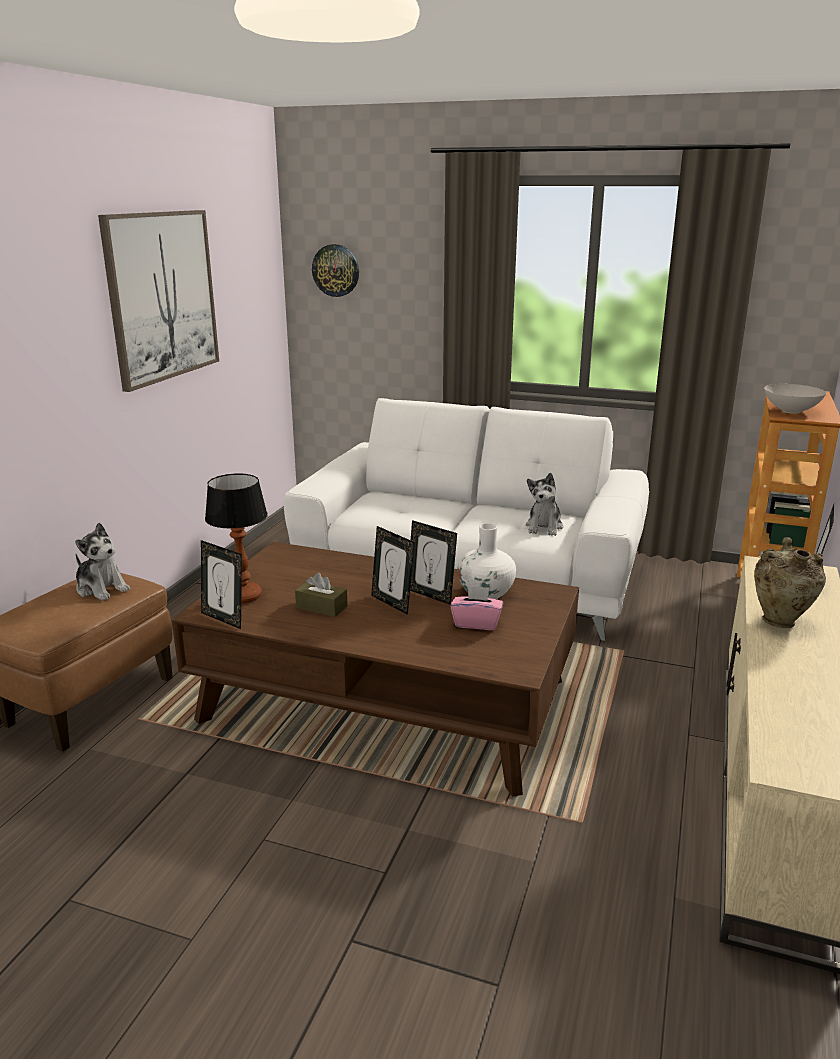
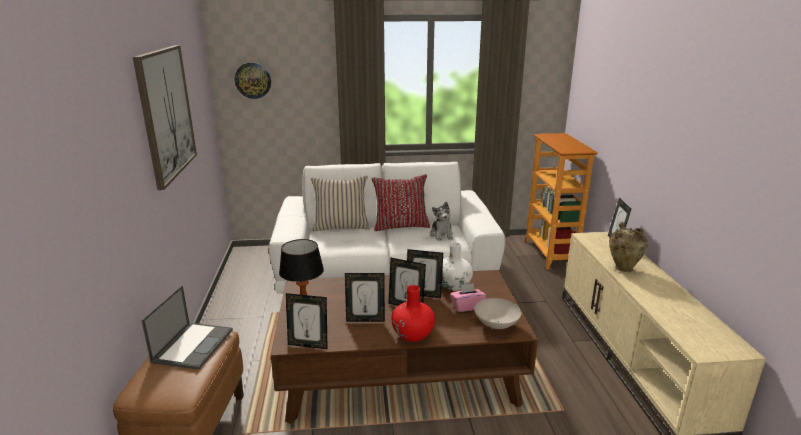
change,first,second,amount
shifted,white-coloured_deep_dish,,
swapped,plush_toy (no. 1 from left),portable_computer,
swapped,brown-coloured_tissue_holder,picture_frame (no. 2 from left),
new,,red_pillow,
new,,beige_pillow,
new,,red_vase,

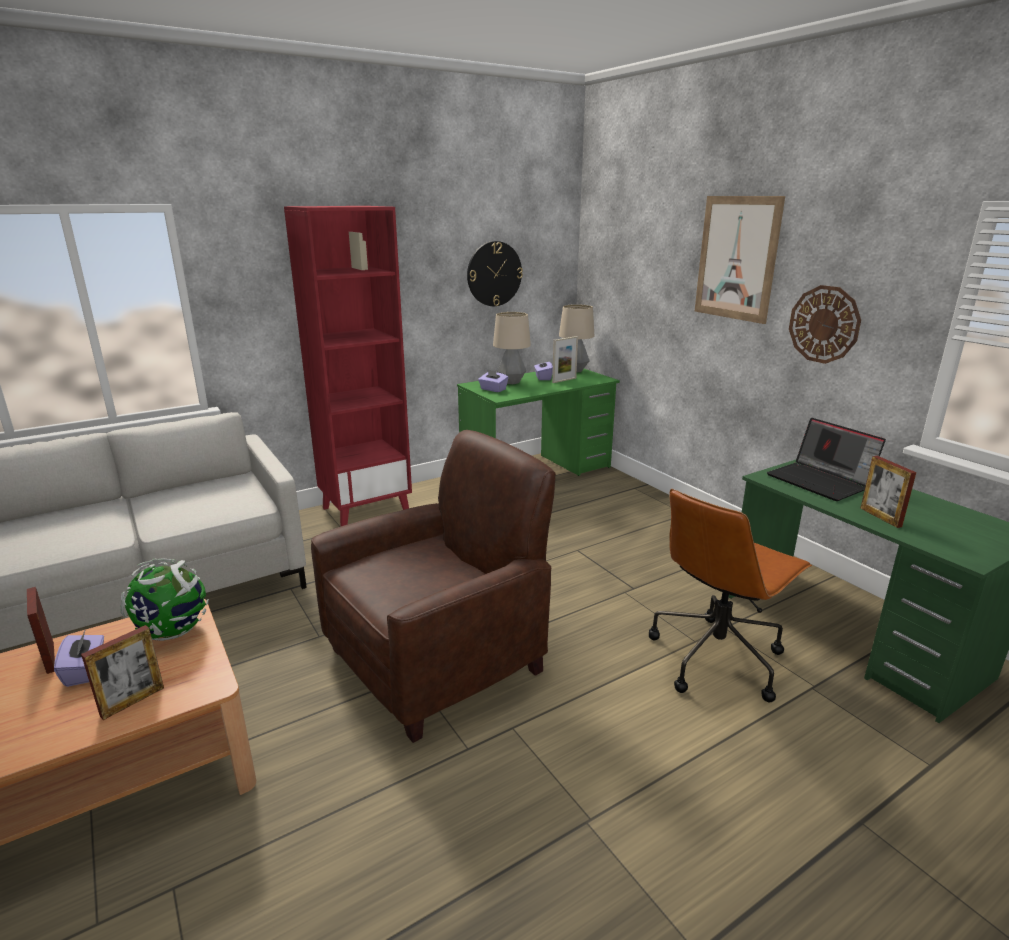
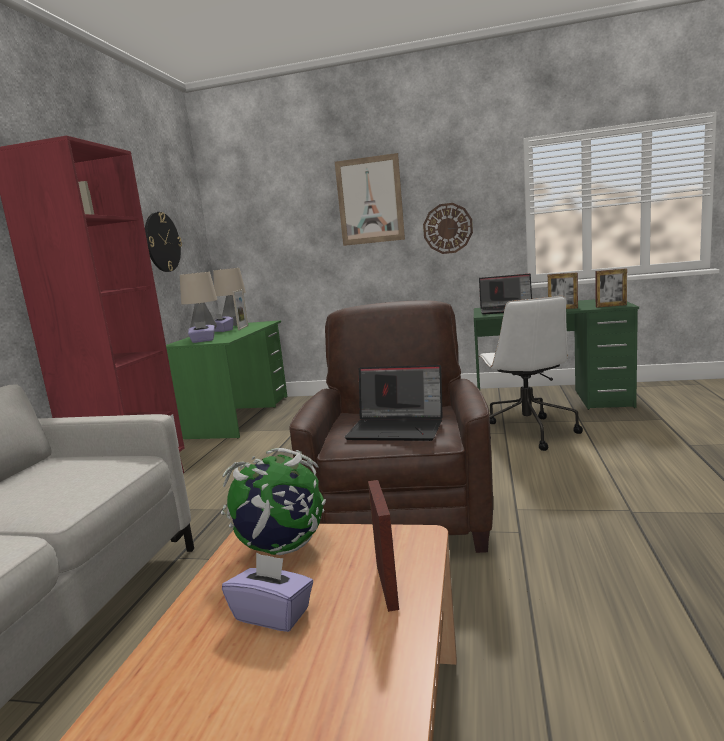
change,first,second,amount
repainted,brown-coloured_desk_chair,white-coloured_desk_chair,
shifted,picture_frame (no. 1 from left in the first image),picture_frame (no. 4 from left),
new,,portable_computer (no. 1 from left),

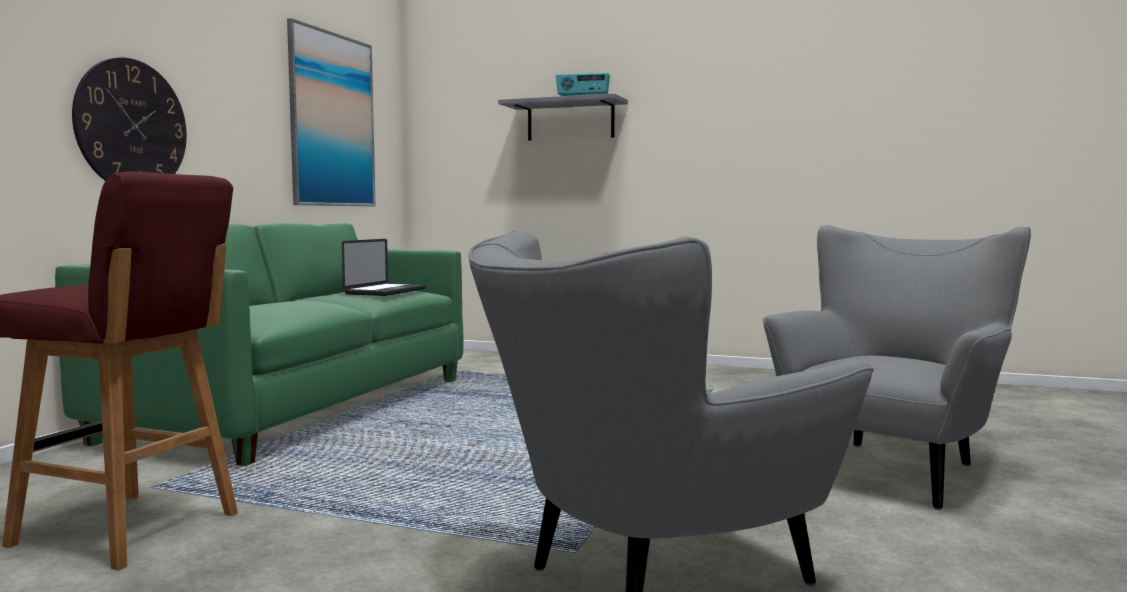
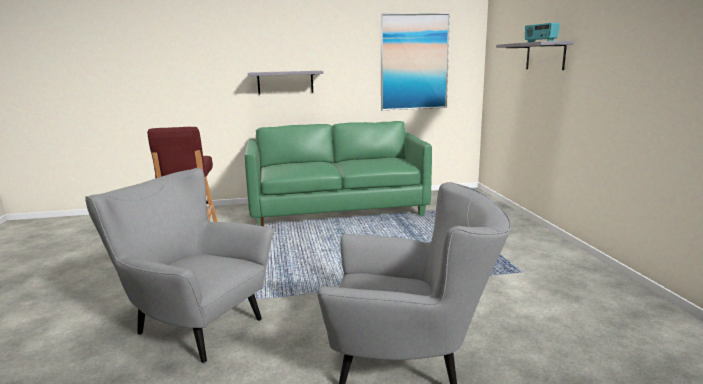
change,first,second,amount
swapped,clock_on_the_wall,gray_shelf (no. 1 from left),
gone,portable_computer,,

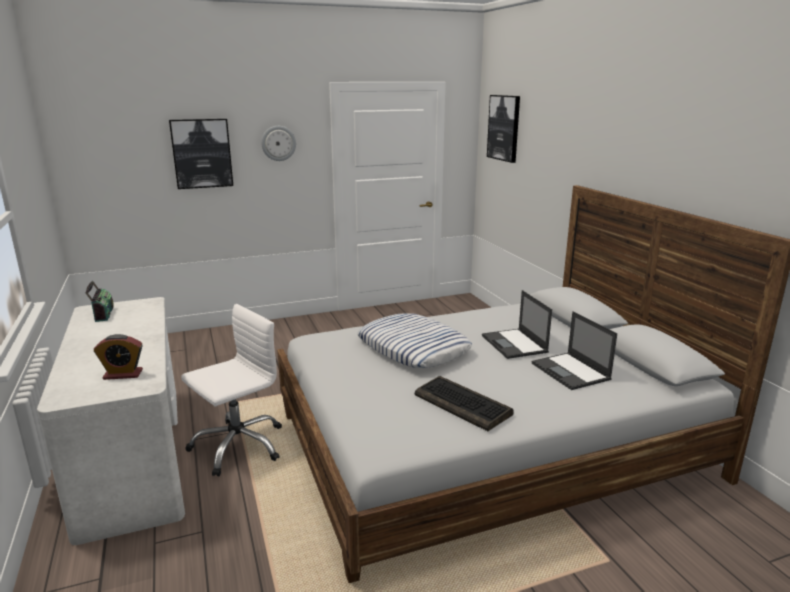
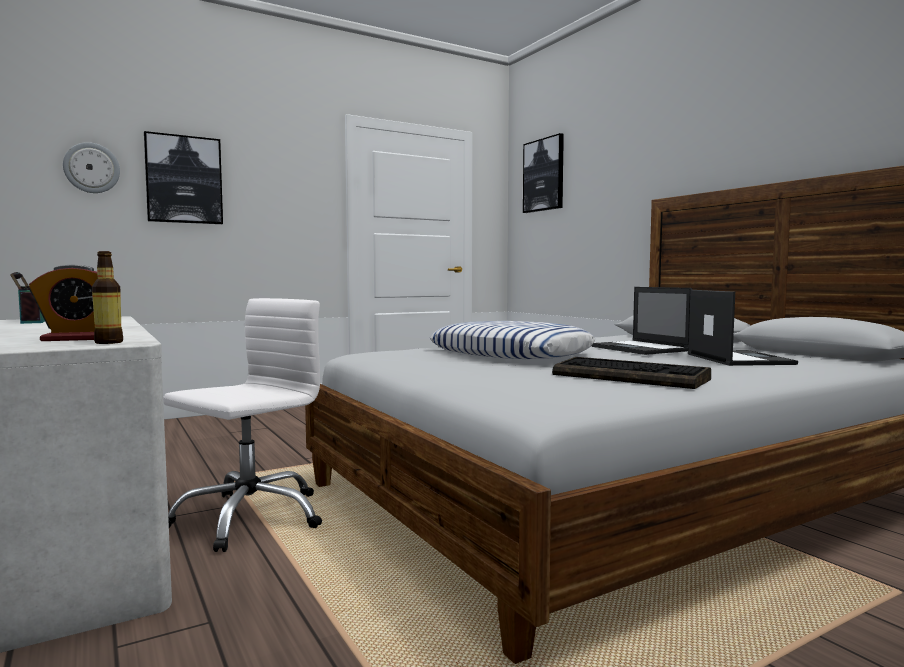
change,first,second,amount
shifted,clock_on_the_wall,,
rotated,portable_computer (no. 2 from left),,150 degrees counterclockwise
new,,beverage_bottle,

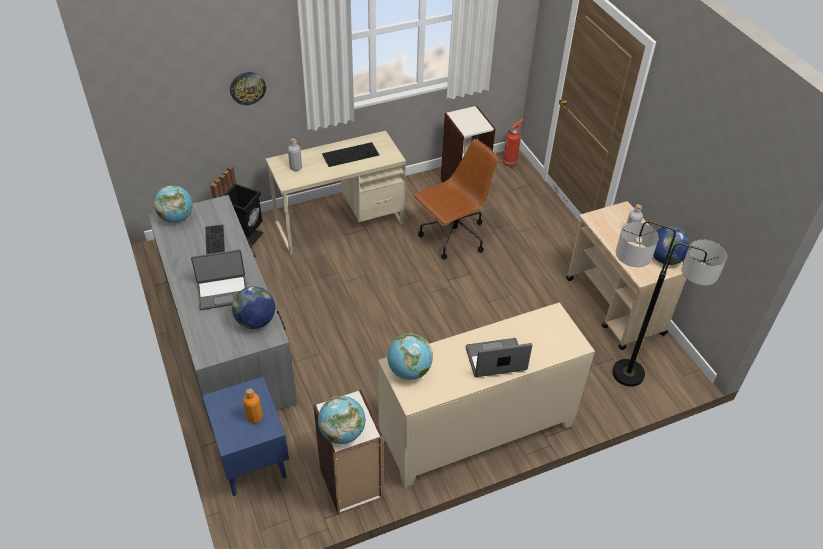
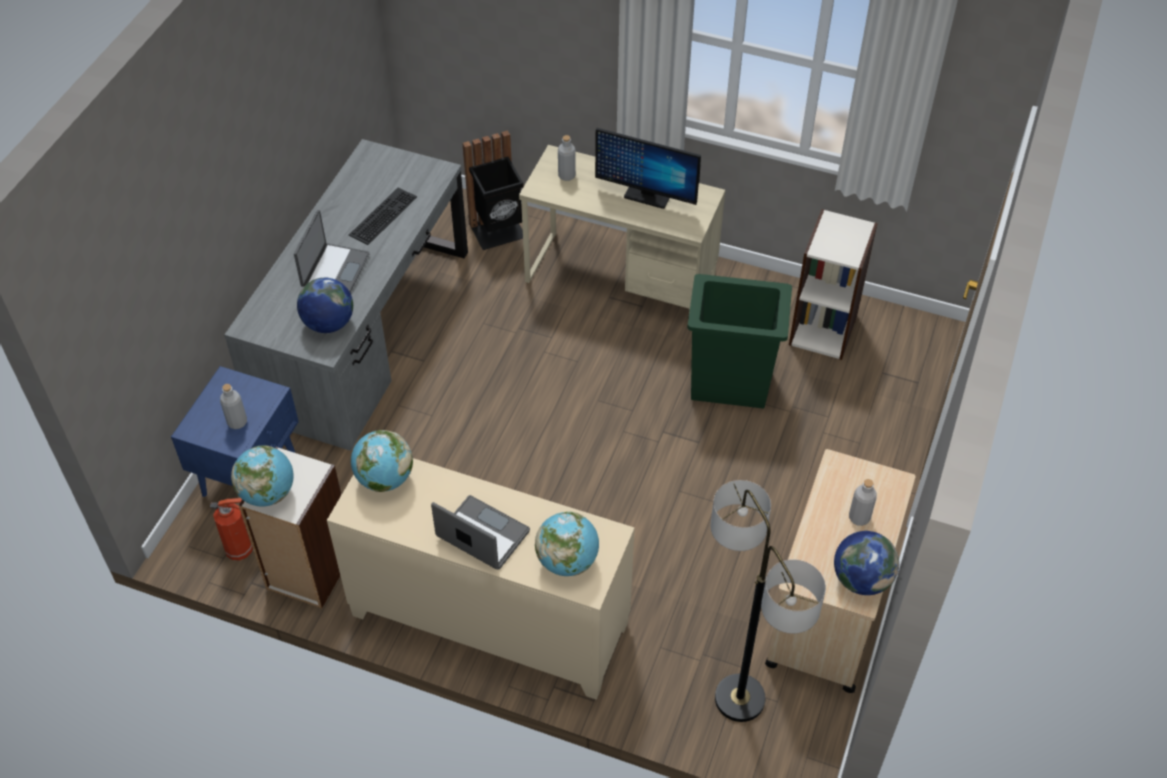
change,first,second,amount
gone,clock_on_the_wall,,
shifted,fire-fighting_cylinder,,
swapped,brown-coloured_desk_chair,greenish_rubbish_bin,
swapped,PC_keyboard (no. 2 from left),computer_display,
shifted,desk_globe (no. 1 from left in the first image),desk_globe (no. 4 from left),
rotated,portable_computer (no. 1 from left),,105 degrees counterclockwise
repainted,orangey_beverage_bottle,gray_beverage_bottle (no. 1 from left),

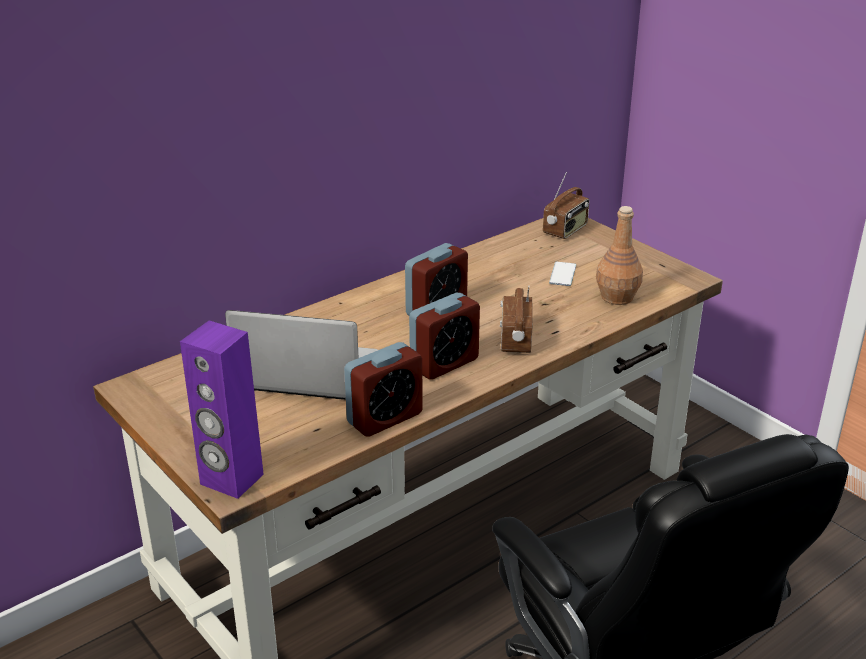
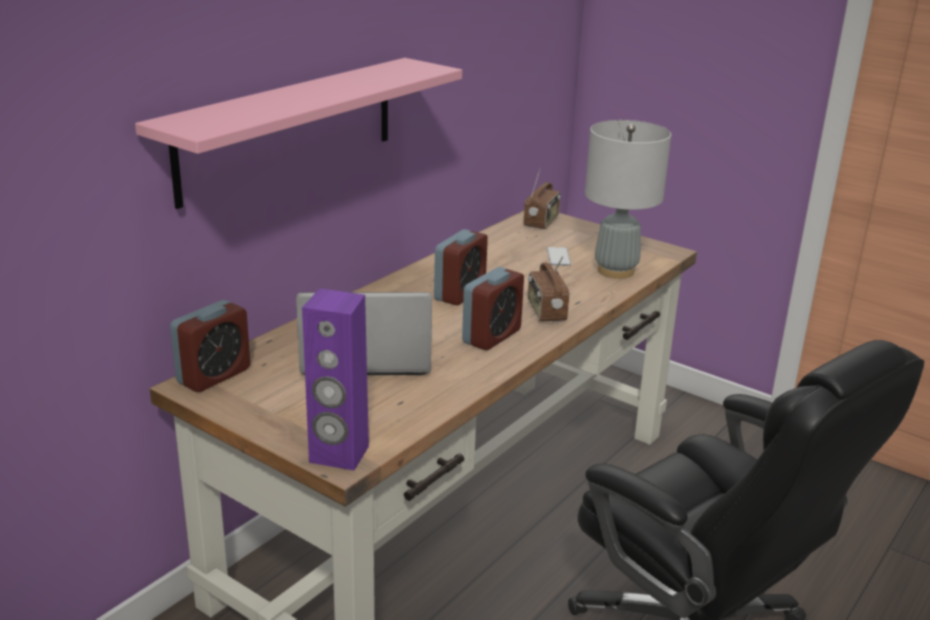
change,first,second,amount
swapped,brown-coloured_beverage_bottle,gray_lamp_for_a_table,
shifted,bedside_clock (no. 1 from left),,
new,,pinkish_shelf,

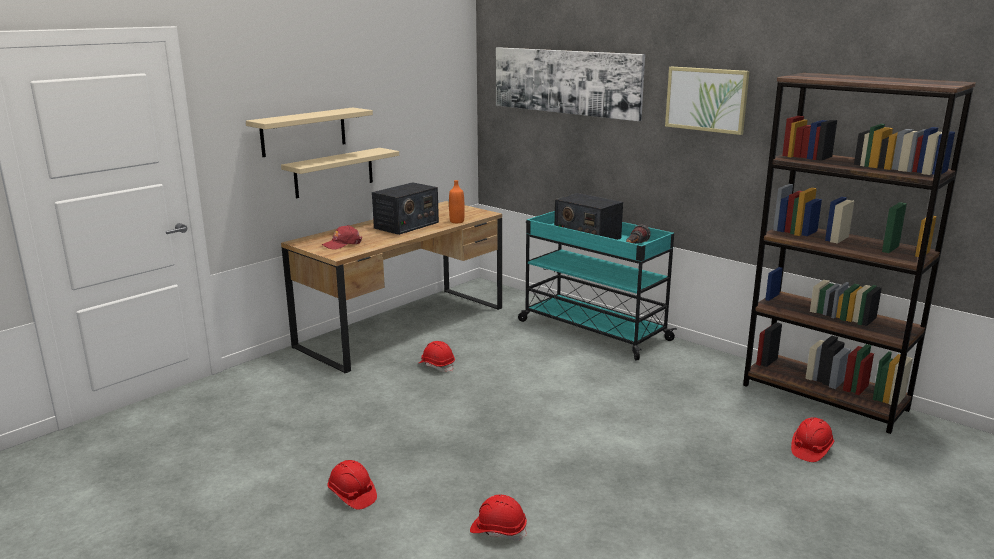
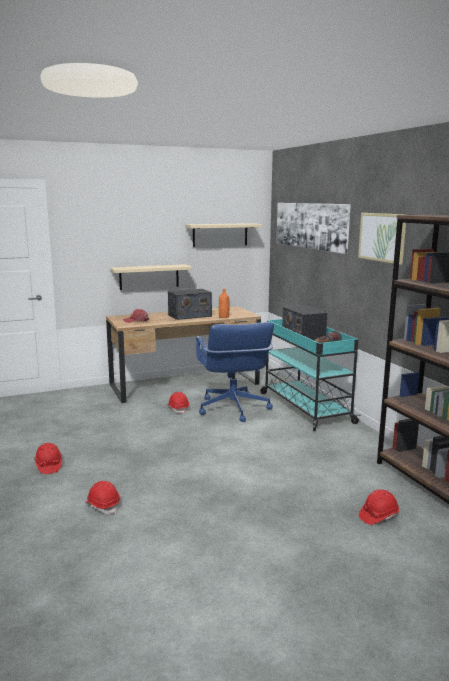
change,first,second,amount
shifted,beige_shelf (no. 1 from left in the first image),beige_shelf (no. 2 from left),
new,,blue_desk_chair,

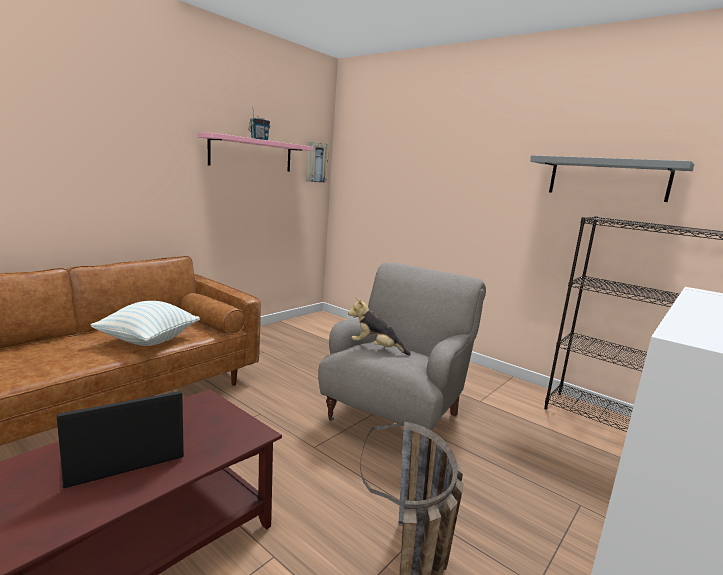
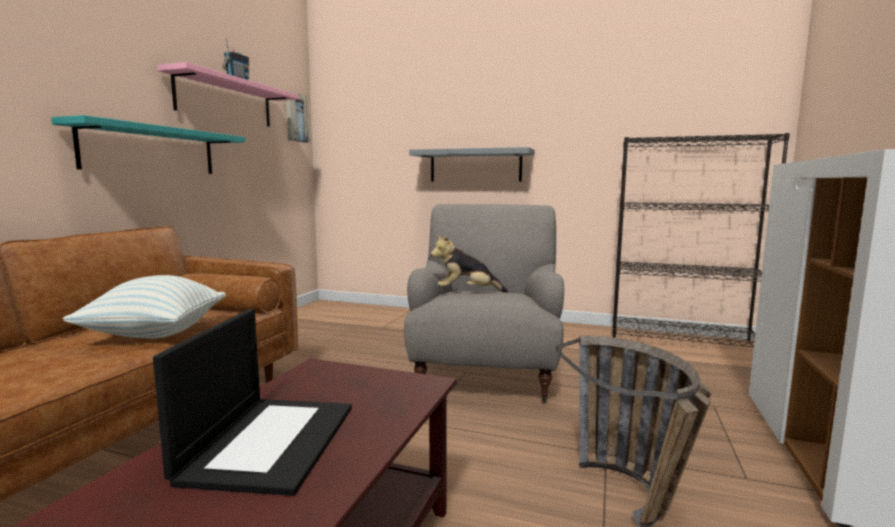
change,first,second,amount
shifted,gray_shelf,,
rotated,portable_computer,,150 degrees clockwise
new,,turquoise-coloured_shelf,

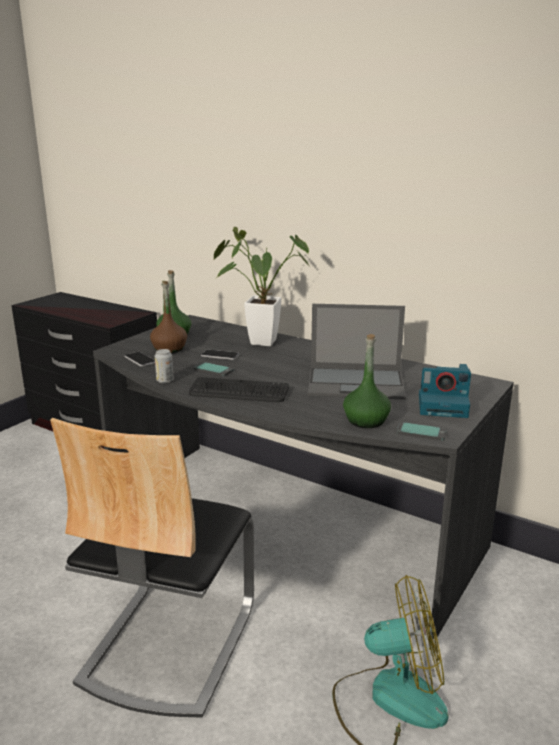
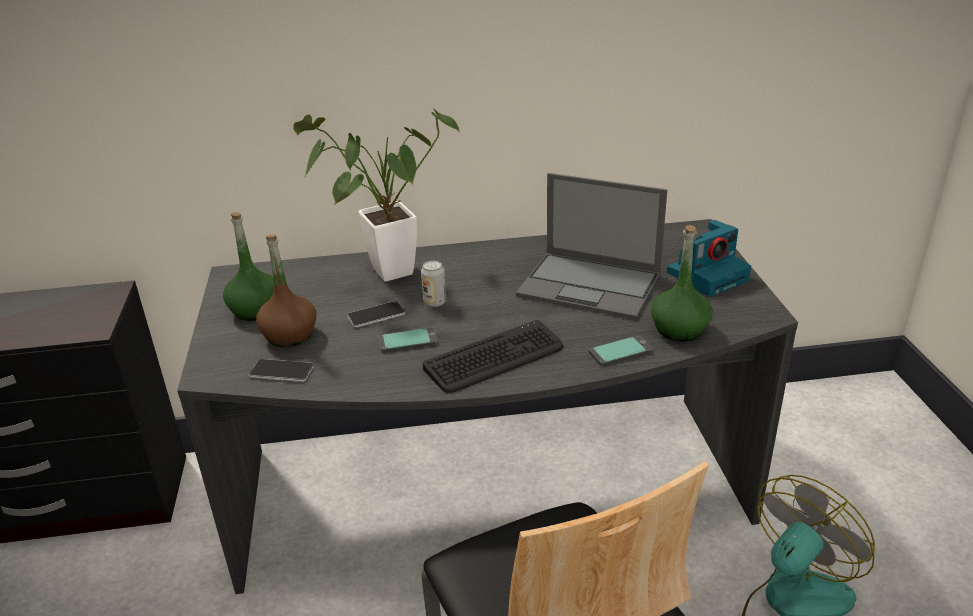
change,first,second,amount
rotated,portable_computer,,60 degrees clockwise
shifted,metal_can,,
shifted,handset (no. 4 from left),,

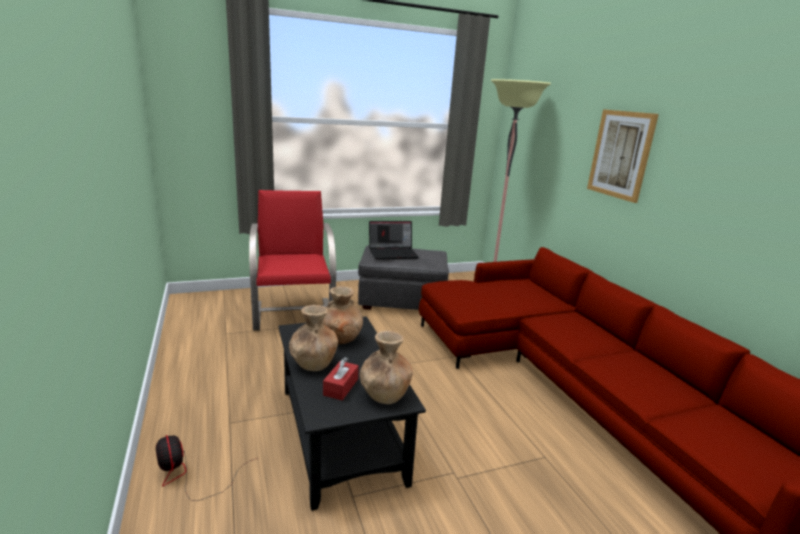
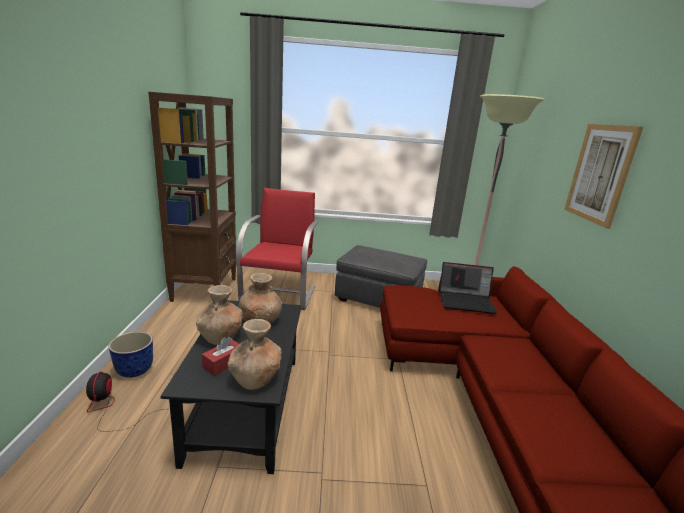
change,first,second,amount
shifted,portable_computer,,
new,,brown-coloured_shelving_unit,
new,,planter,

